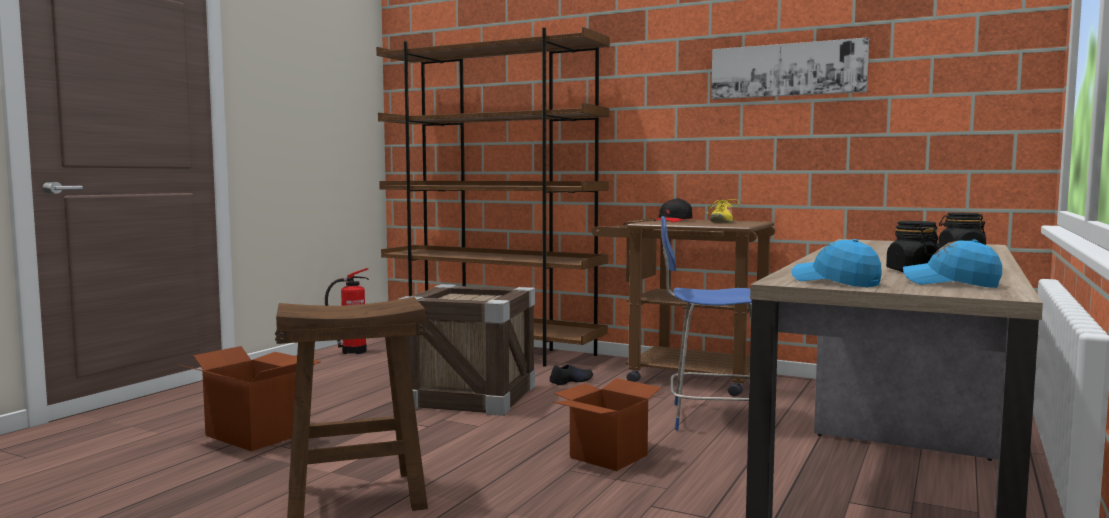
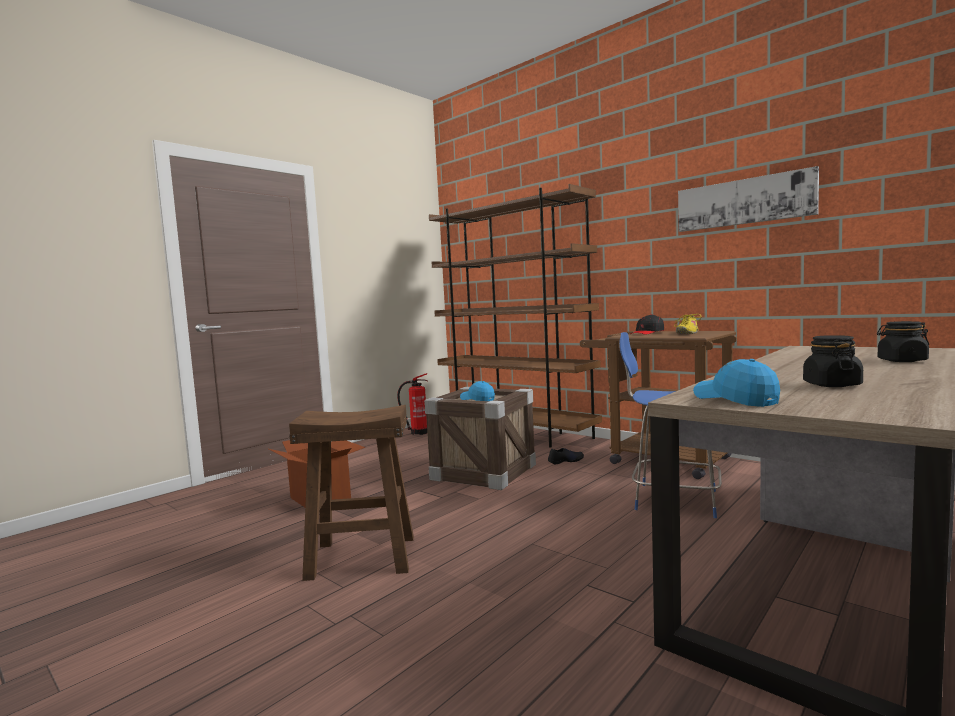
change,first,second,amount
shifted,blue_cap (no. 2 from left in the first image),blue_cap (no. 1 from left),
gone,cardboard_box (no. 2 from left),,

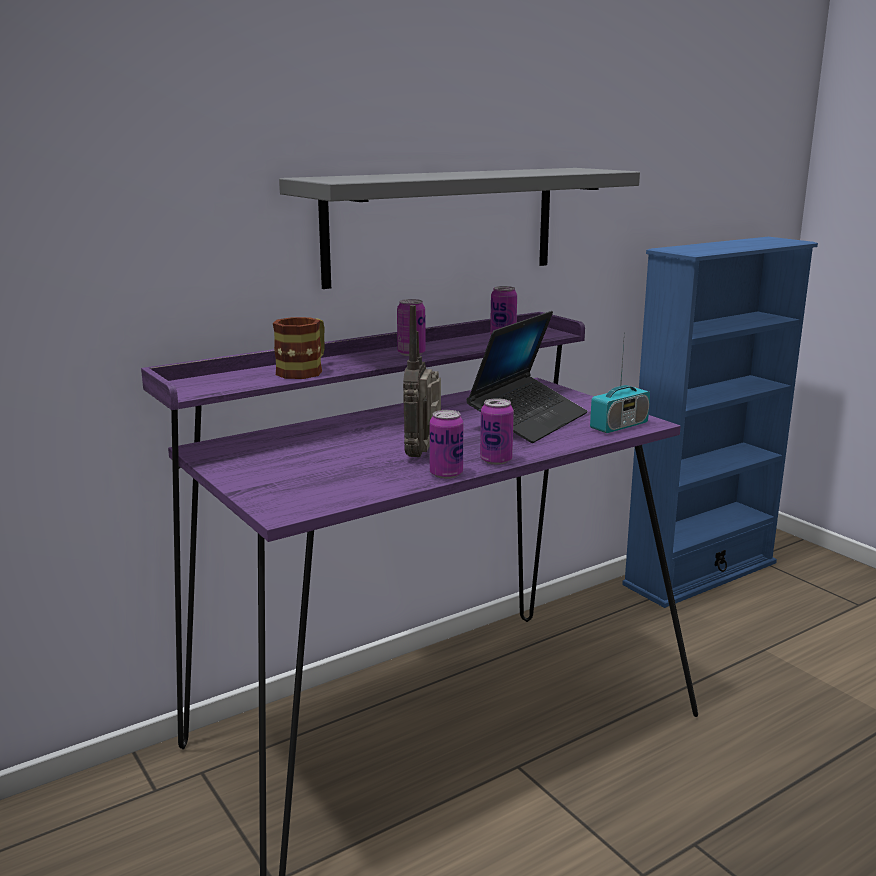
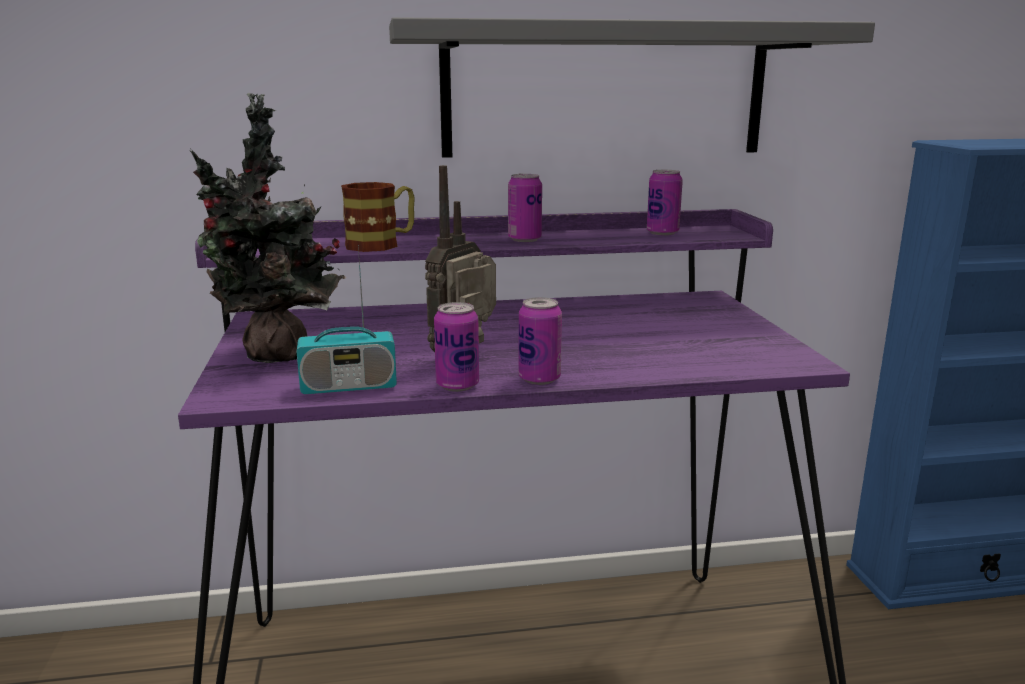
change,first,second,amount
gone,portable_computer,,
shifted,radio (no. 2 from left in the first image),radio (no. 1 from left),
new,,houseplant,

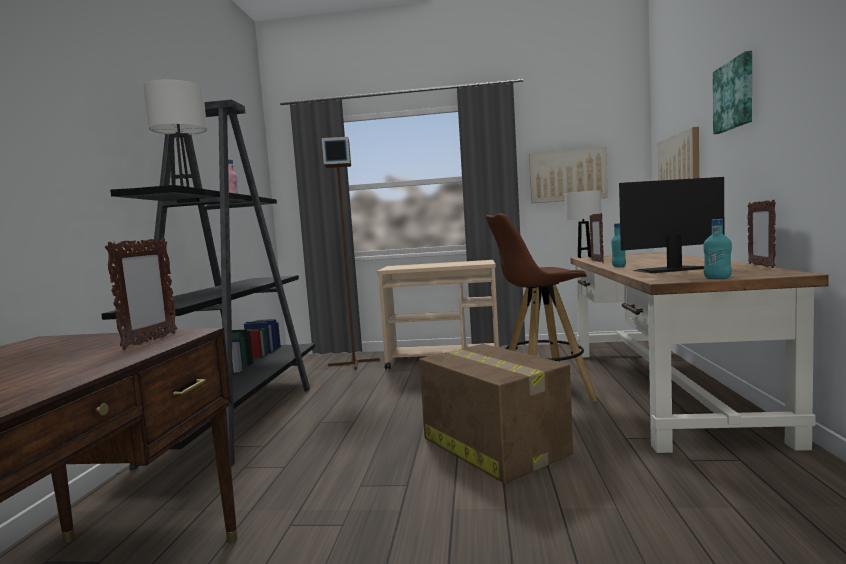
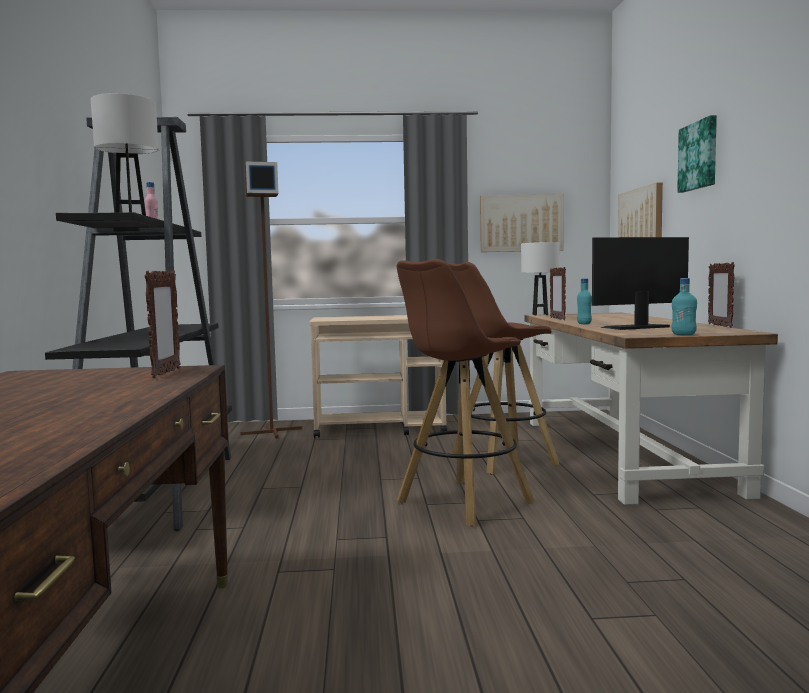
change,first,second,amount
swapped,cardboard_box,brown-coloured_sitting_stool (no. 1 from left),

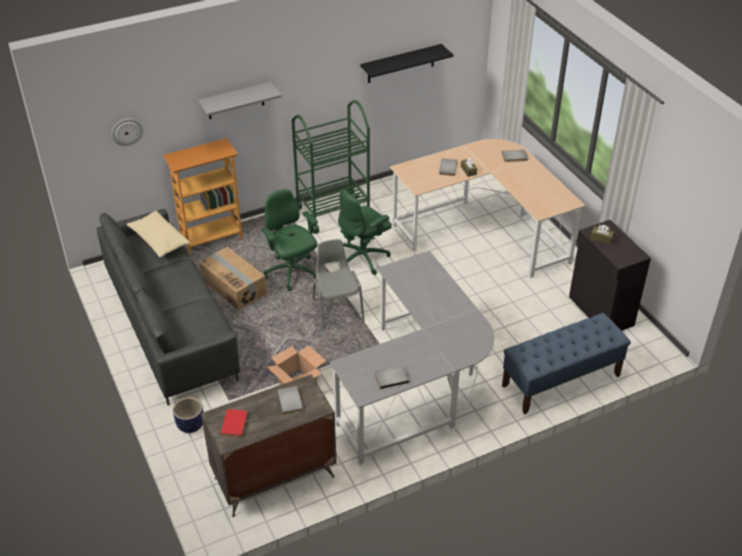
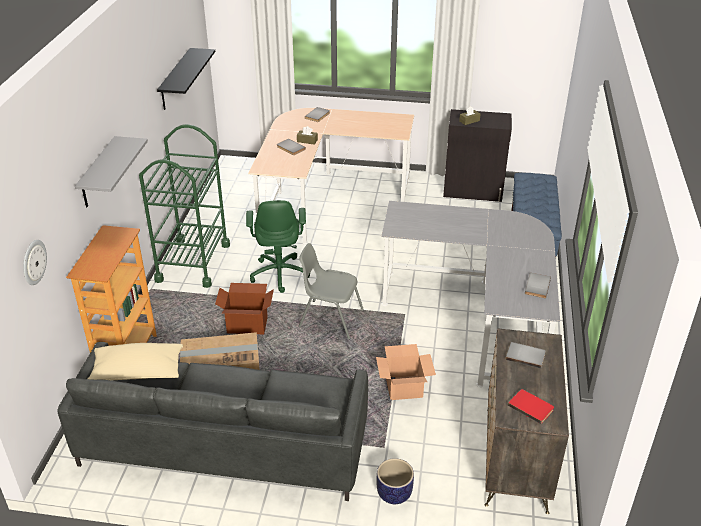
change,first,second,amount
swapped,greenish_desk_chair (no. 1 from left),cardboard_box (no. 2 from left),

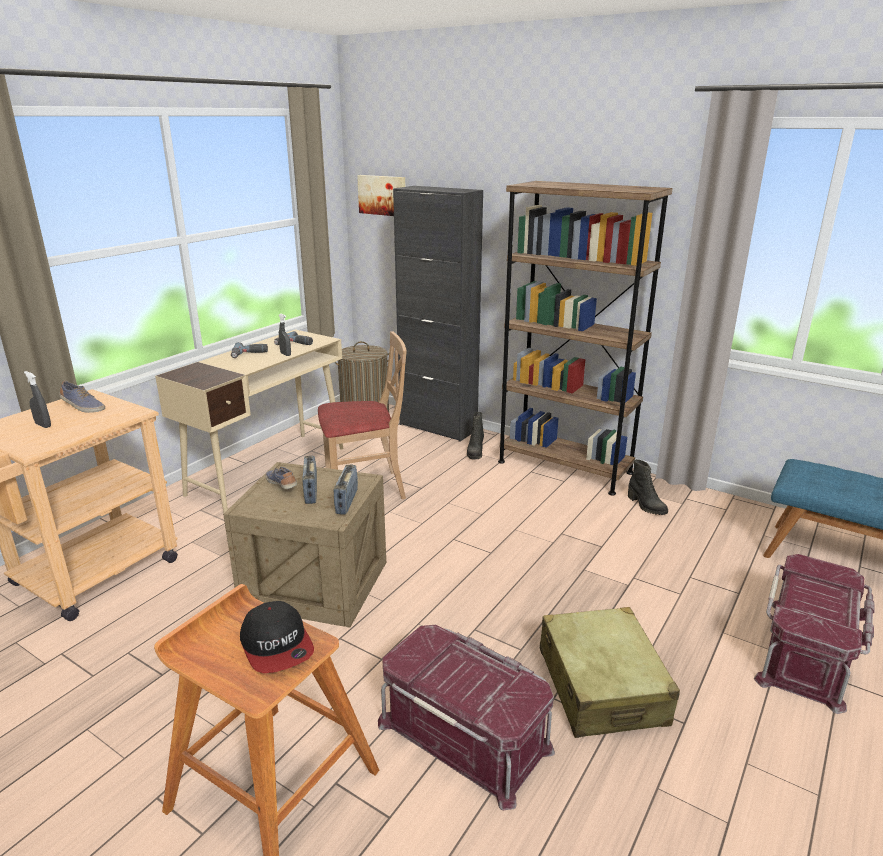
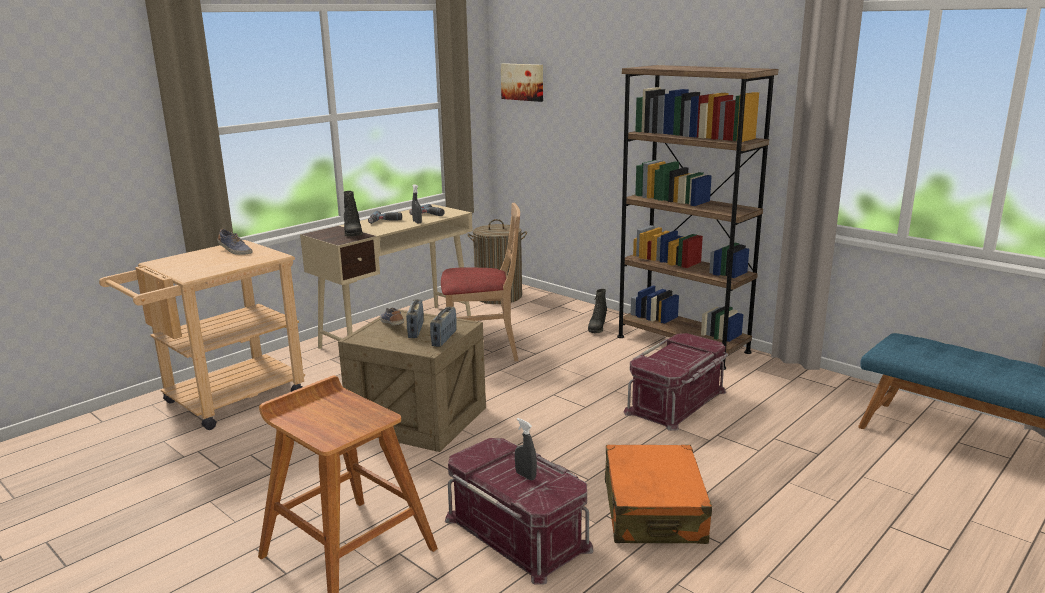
change,first,second,amount
gone,black_cabinet,,
shifted,gray_sprayer (no. 1 from left in the first image),gray_sprayer (no. 2 from left),
shifted,black_boot (no. 2 from left in the first image),black_boot (no. 1 from left),
shifted,red_storage_container (no. 2 from left),,
gone,cap,,
repainted,beige_travel_case,orangey_travel_case,

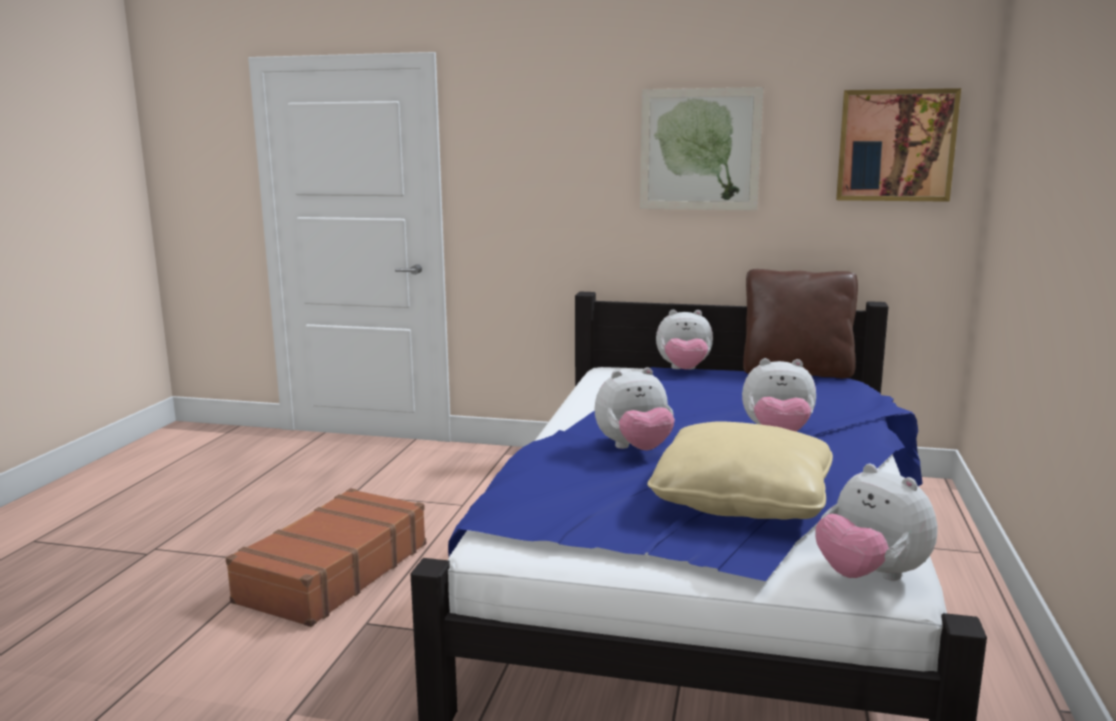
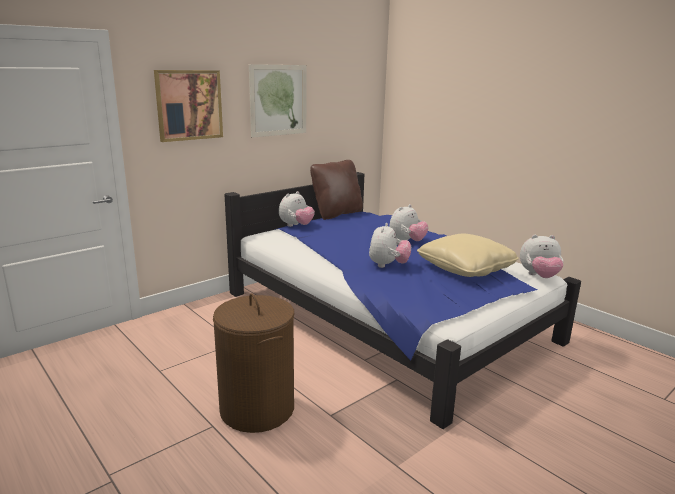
change,first,second,amount
shifted,picture (no. 2 from left in the first image),picture (no. 1 from left),
swapped,brown-coloured_travel_case,brown-coloured_hamper,

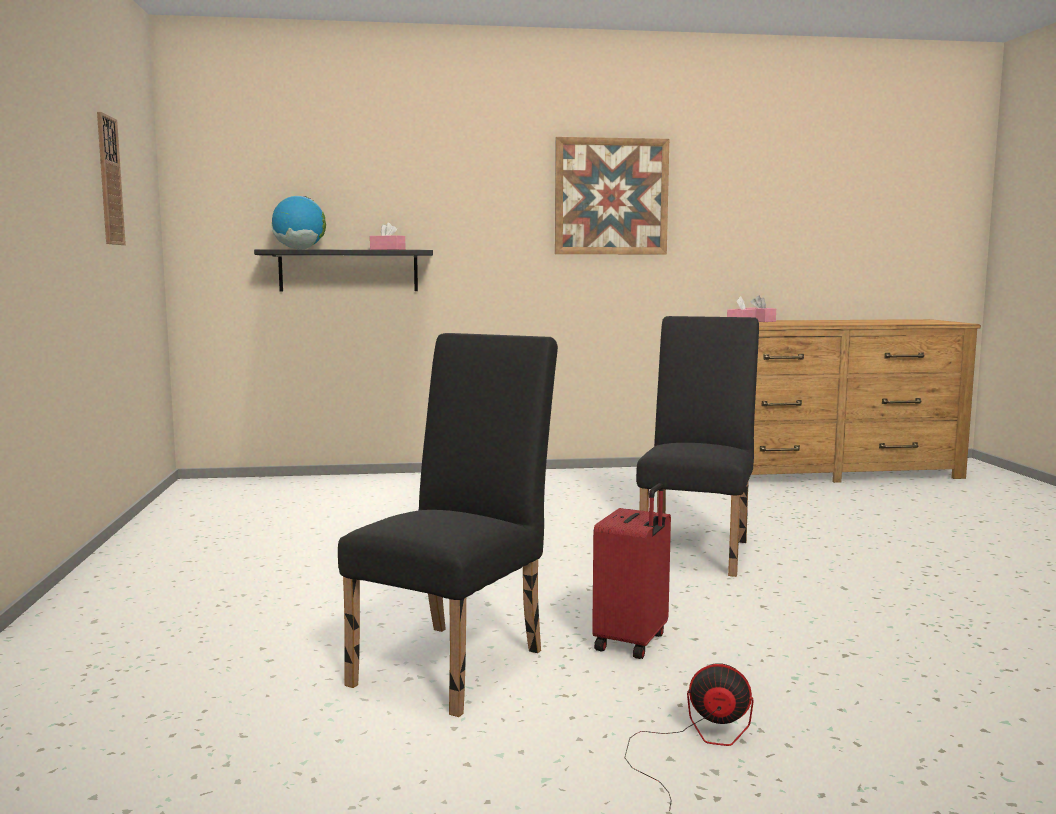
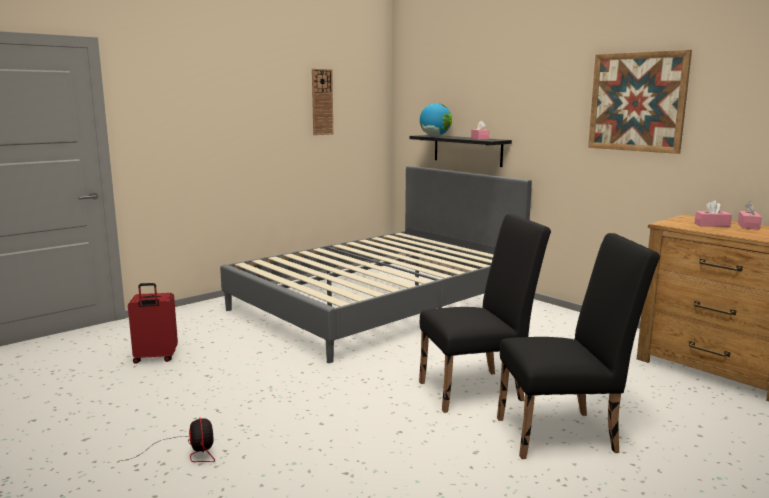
change,first,second,amount
shifted,black_upright_chair (no. 1 from left in the first image),black_upright_chair (no. 2 from left),
shifted,red_travel_case,,
new,,gray_bedroom_bed,

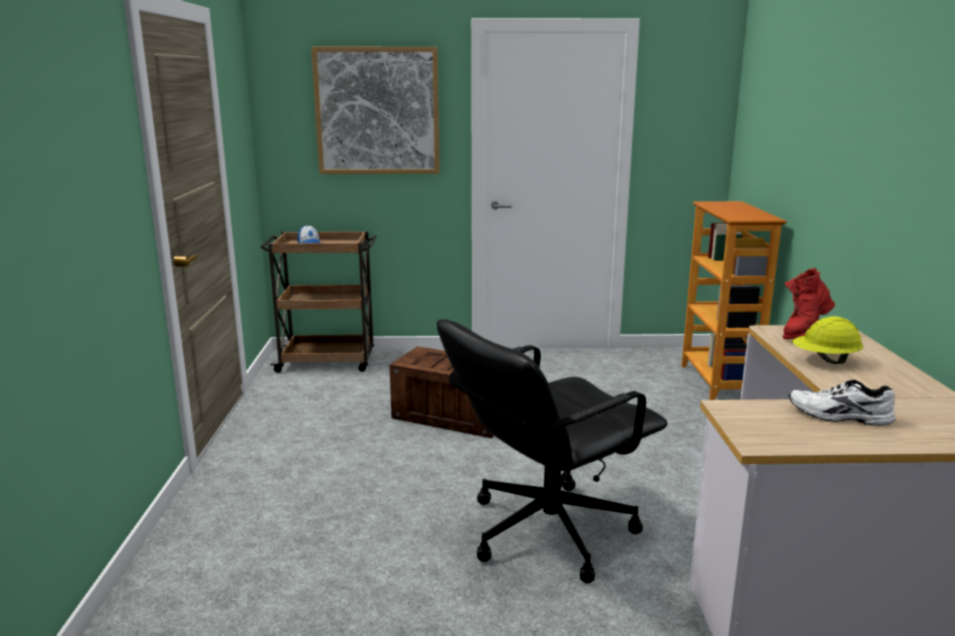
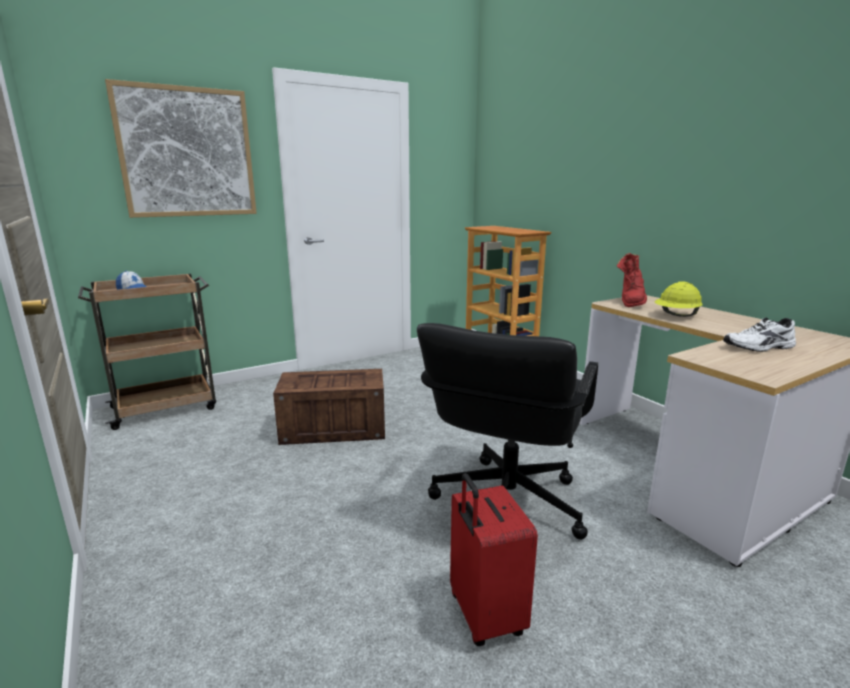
change,first,second,amount
new,,red_travel_case,

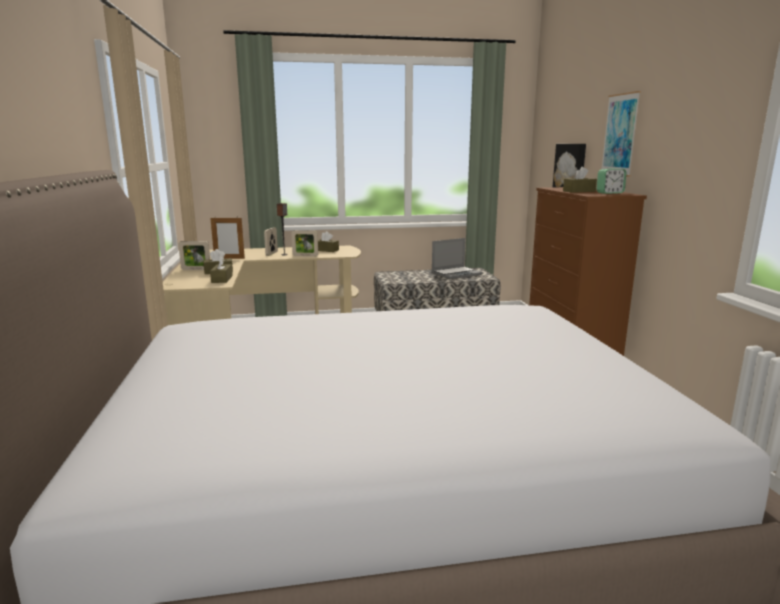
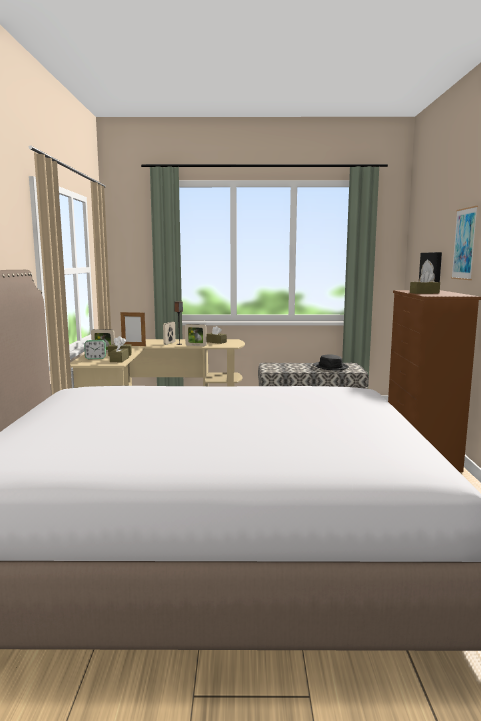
change,first,second,amount
shifted,bedside_clock,,
swapped,portable_computer,black_hat,

